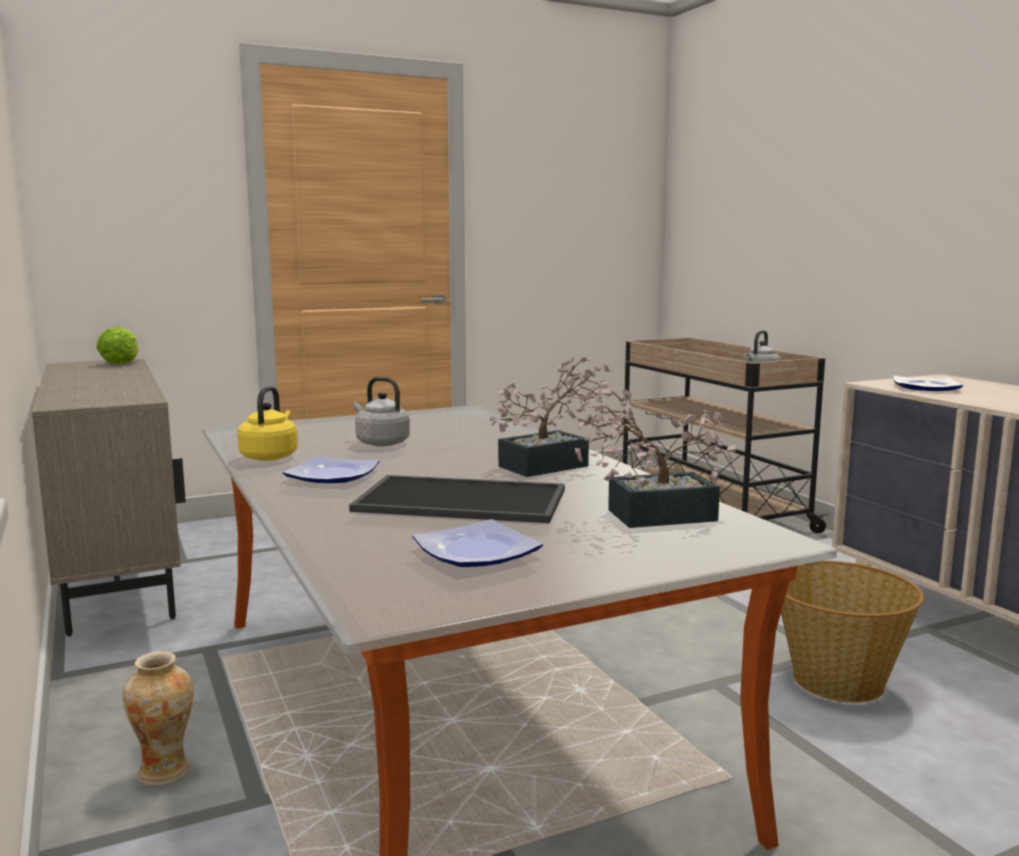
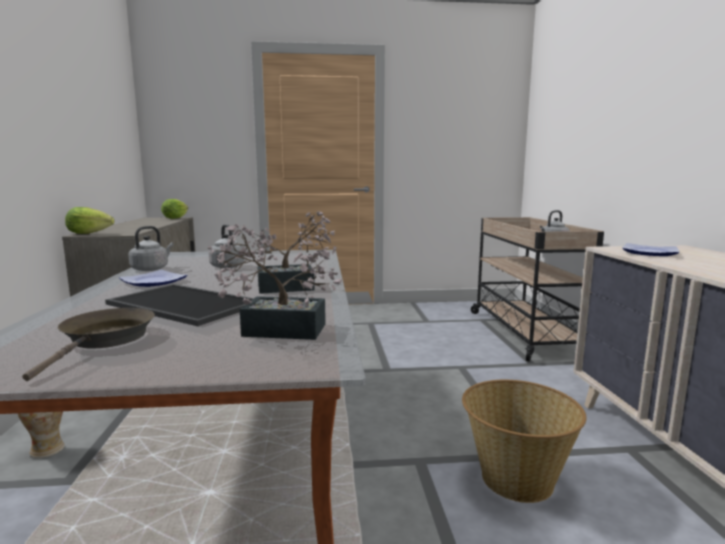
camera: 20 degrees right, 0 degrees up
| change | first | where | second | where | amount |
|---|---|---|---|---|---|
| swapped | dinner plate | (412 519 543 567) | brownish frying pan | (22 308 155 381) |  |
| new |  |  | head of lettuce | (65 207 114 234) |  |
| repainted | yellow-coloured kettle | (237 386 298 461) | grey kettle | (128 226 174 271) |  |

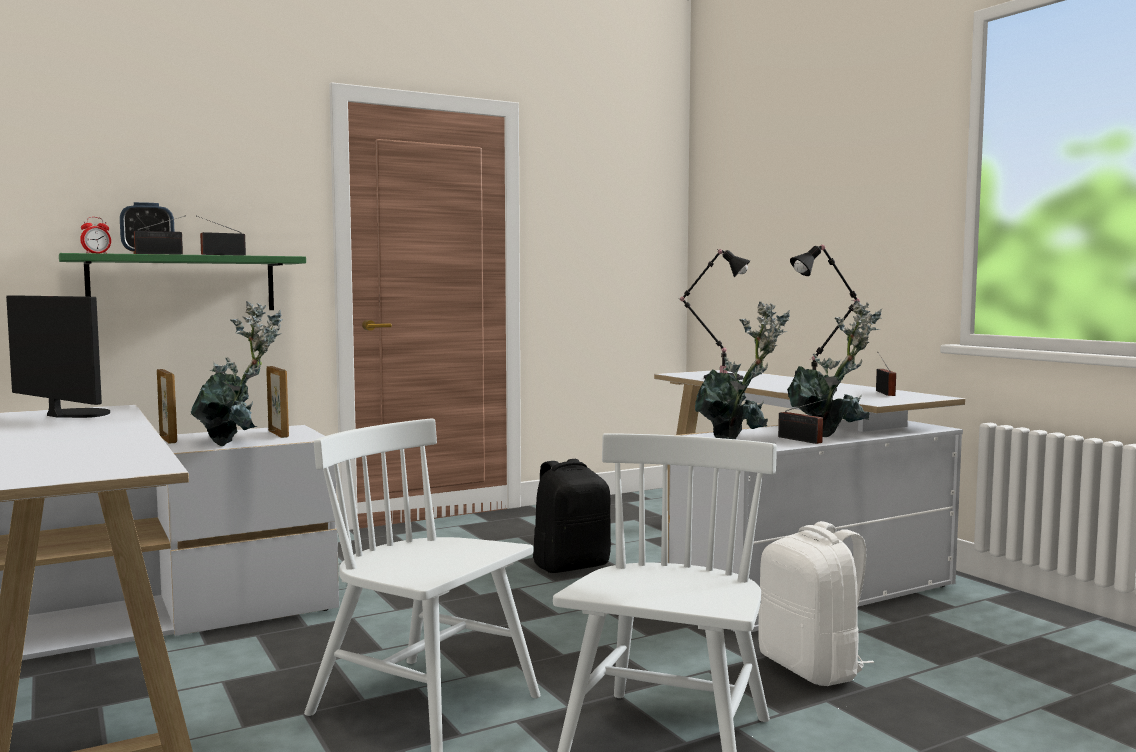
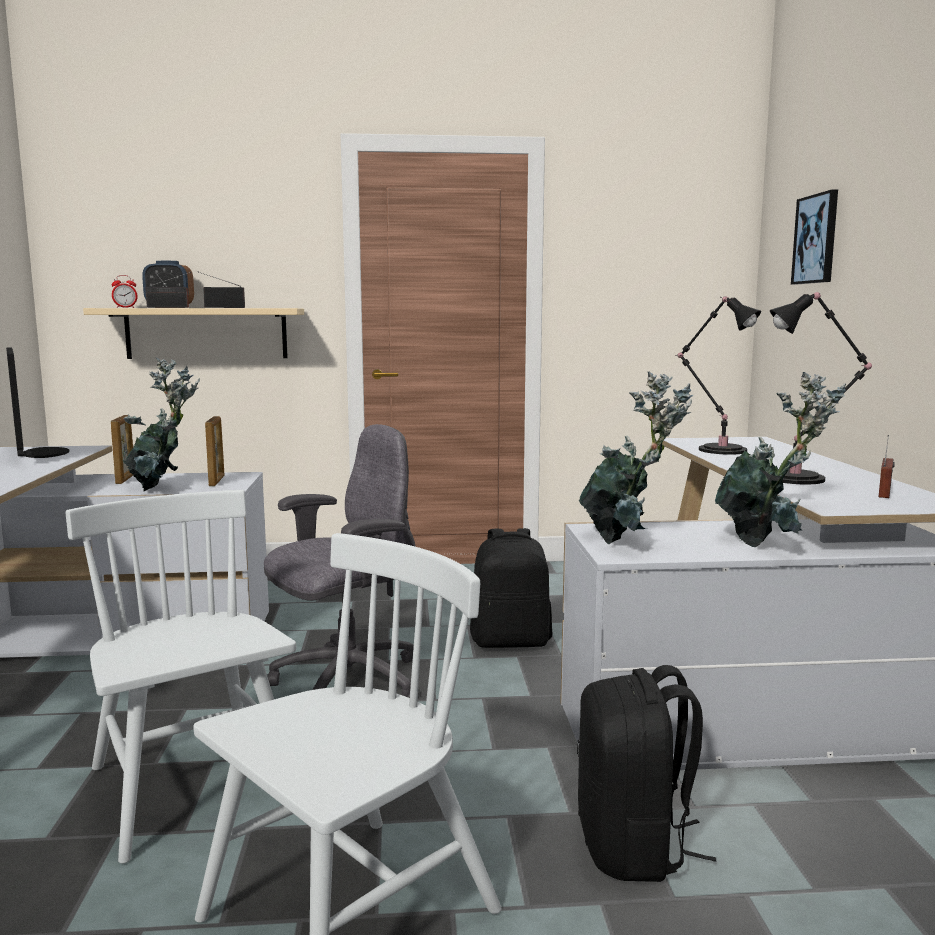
camera: 25 degrees right, 5 degrees up
| change | first | where | second | where | amount |
|---|---|---|---|---|---|
| repainted | greenish wall shelf | (59 253 306 310) | beige-coloured wall shelf | (83 308 304 359) |  |
| new |  |  | grey computer chair | (264 424 416 698) |  |
| repainted | white rucksack | (758 521 874 686) | blackish rucksack | (577 665 716 882) |  |
| new |  |  | wall picture | (791 190 838 284) |  |
| gone | radio | (778 399 827 444) |  |  |  |

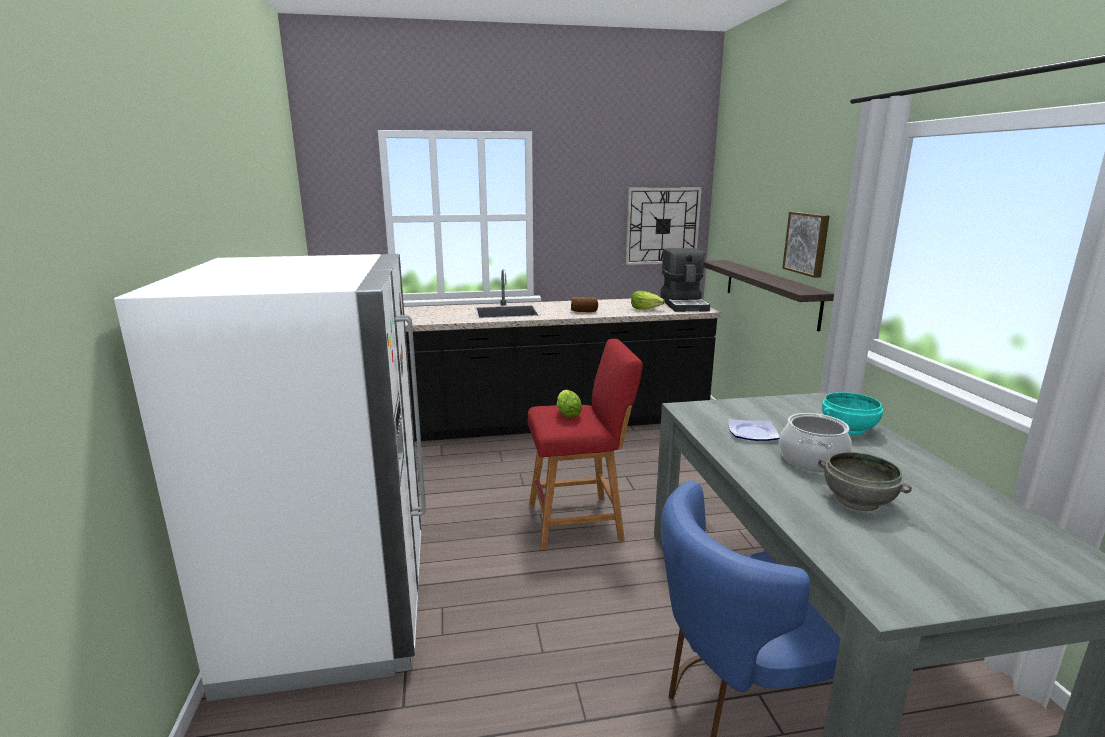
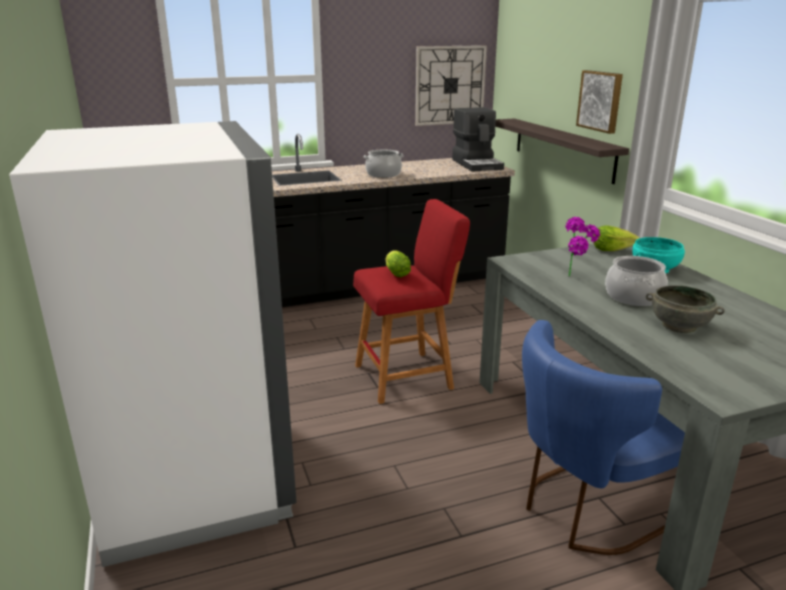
camera: 10 degrees left, 5 degrees up
| change | first | where | second | where | amount |
|---|---|---|---|---|---|
| swapped | bread | (571 297 598 312) | saucepot | (364 150 404 178) |  |
| swapped | dinner plate | (728 419 780 441) | potted plant | (565 217 600 277) |  |
| shifted | head of lettuce | (631 291 665 309) |  | (594 225 640 251) |  |

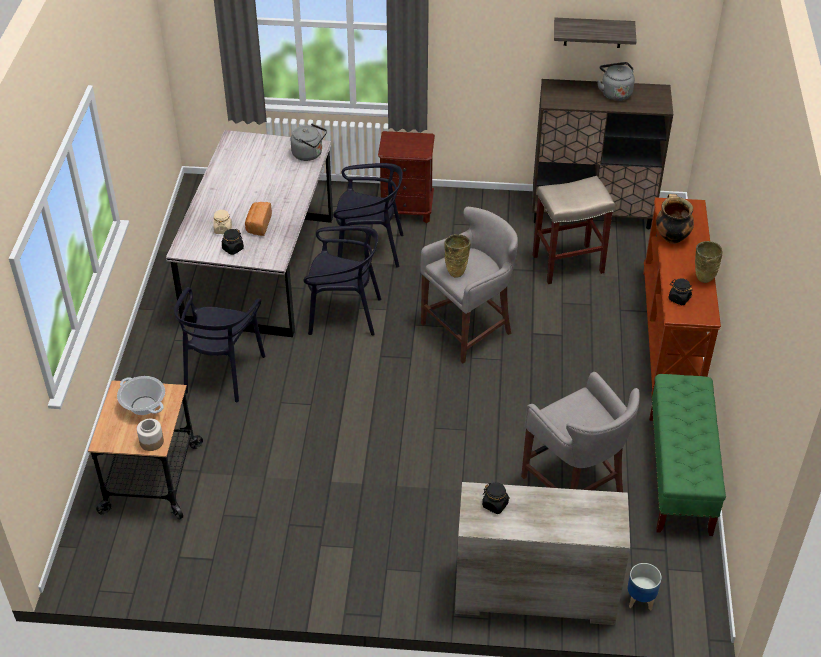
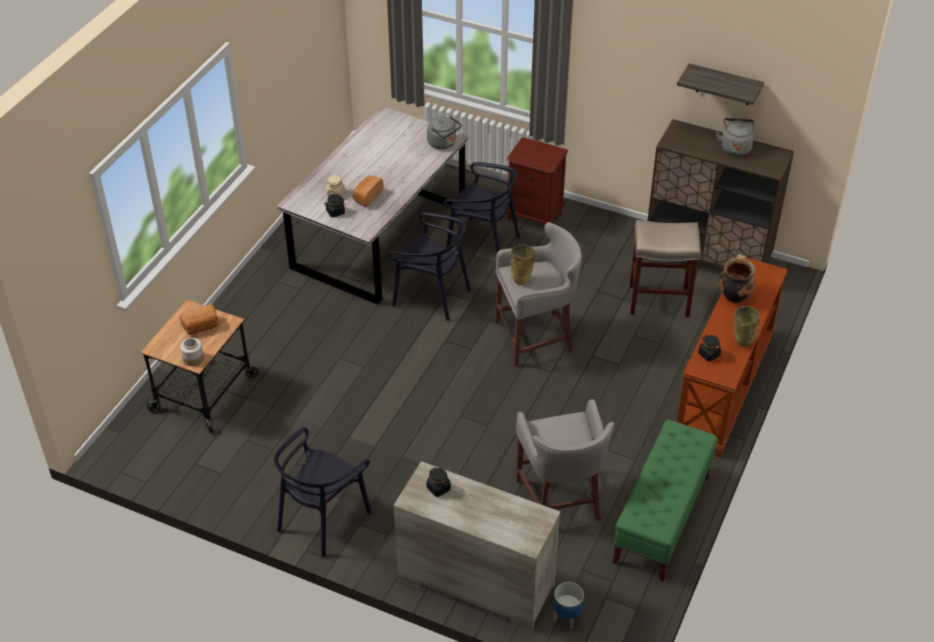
camera: 20 degrees right, 0 degrees up
| change | first | where | second | where | amount |
|---|---|---|---|---|---|
| swapped | saucepot | (117 376 165 415) | bread | (179 304 218 335) |  |
| shifted | blackish chair | (174 287 265 403) |  | (274 427 372 557) |  |

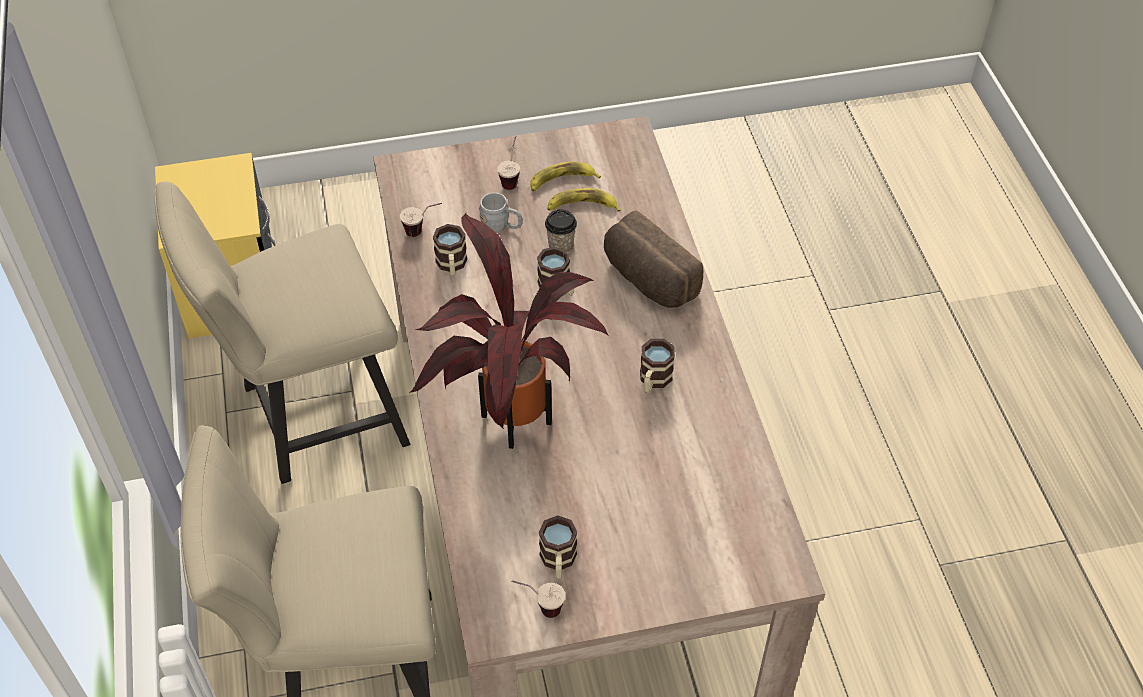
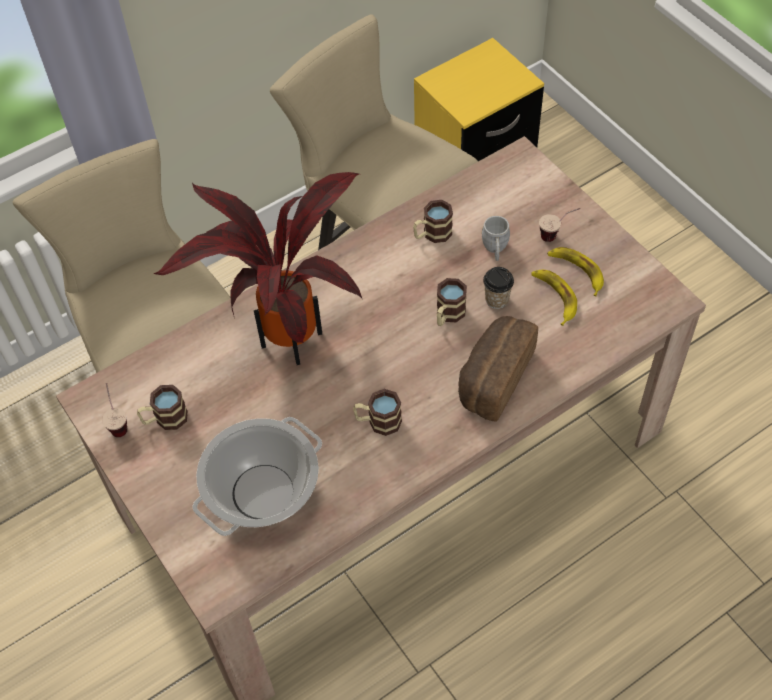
camera: 70 degrees right, 5 degrees up
| change | first | where | second | where | amount |
|---|---|---|---|---|---|
| new |  |  | saucepot | (192 417 322 536) |  |
| gone | small cup | (400 203 442 237) |  |  |  |

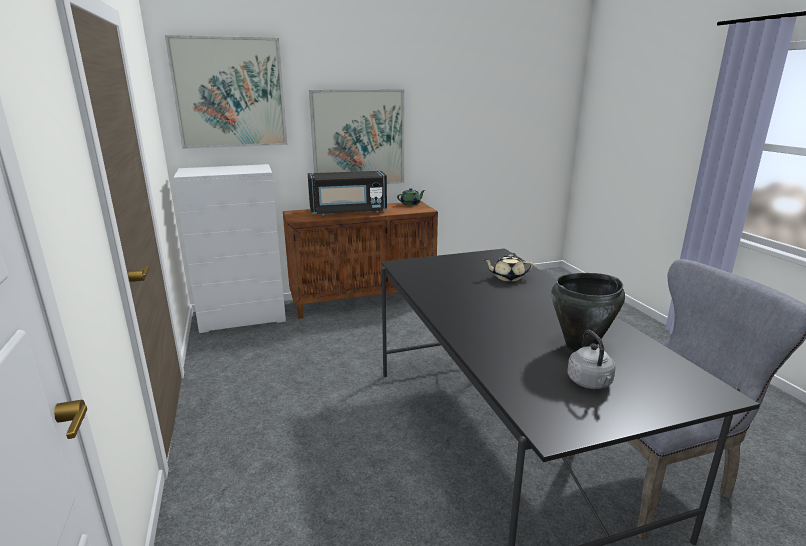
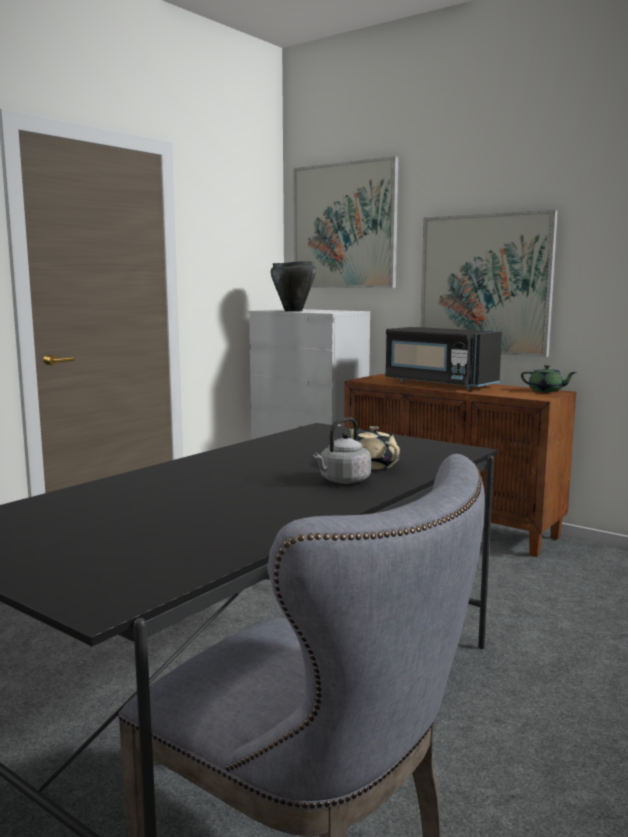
camera: 55 degrees right, 10 degrees down
| change | first | where | second | where | amount |
|---|---|---|---|---|---|
| shifted | blackish saucepot | (551 273 625 352) |  | (271 261 316 312) |  |
| shifted | grey kettle | (567 330 616 389) |  | (313 417 371 484) |  |

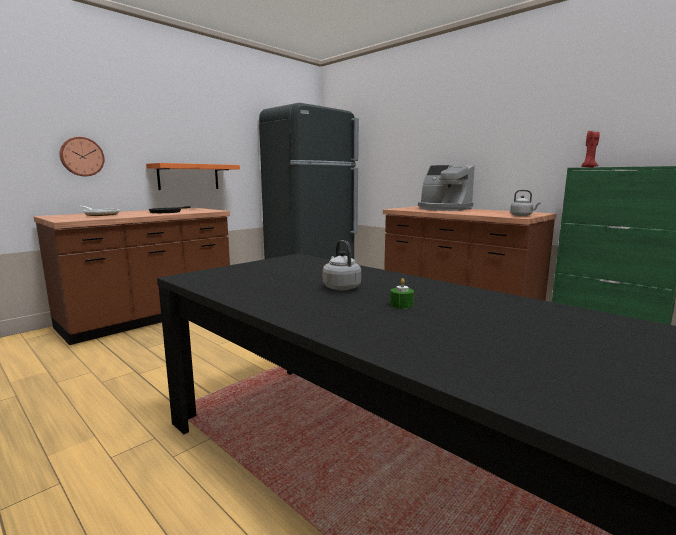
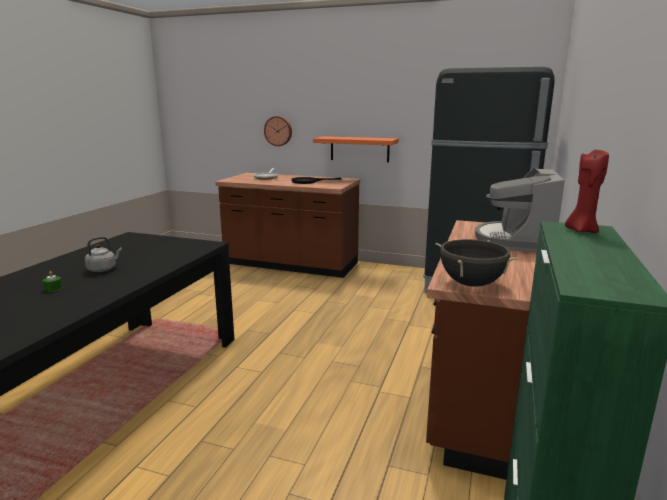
camera: 65 degrees right, 5 degrees up
| change | first | where | second | where | amount |
|---|---|---|---|---|---|
| swapped | grey kettle | (510 190 541 216) | blackish saucepot | (435 239 518 287) |  |

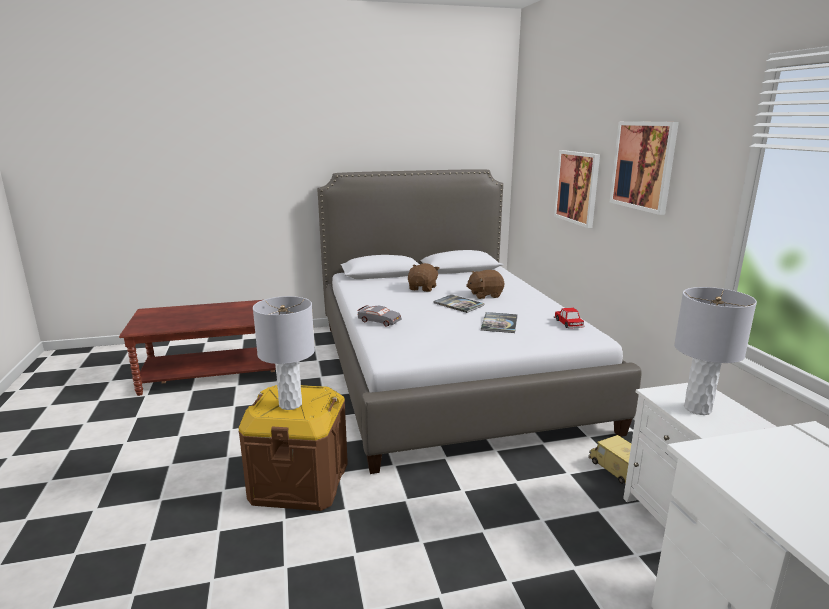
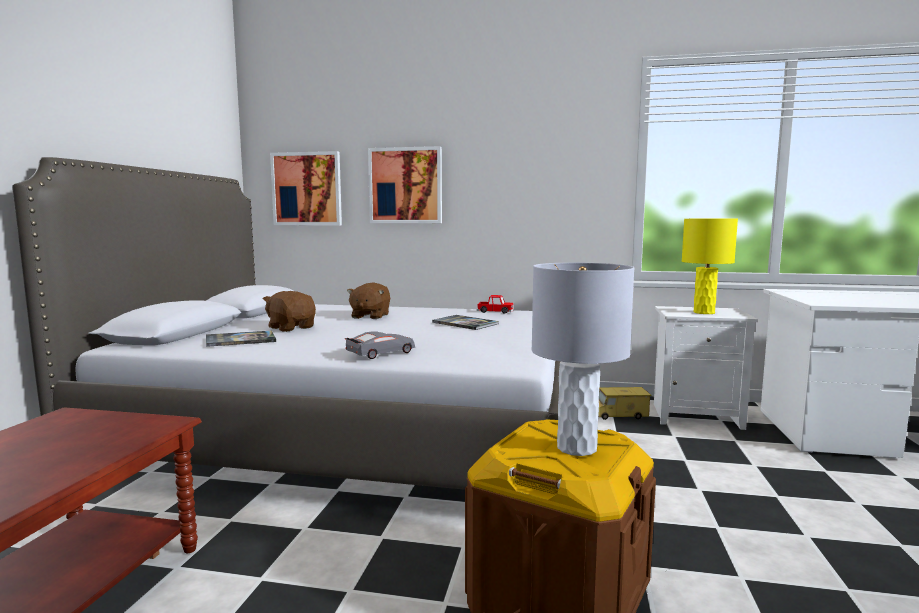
camera: 65 degrees left, 10 degrees down
| change | first | where | second | where | amount |
|---|---|---|---|---|---|
| shifted | bound book | (433 294 485 313) |  | (206 331 276 347) |  |
| shifted | wall picture | (610 121 679 215) |  | (270 151 342 225) |  |
| repainted | grey tabletop lamp | (674 287 757 415) | yellow-coloured tabletop lamp | (682 219 738 314) |  |

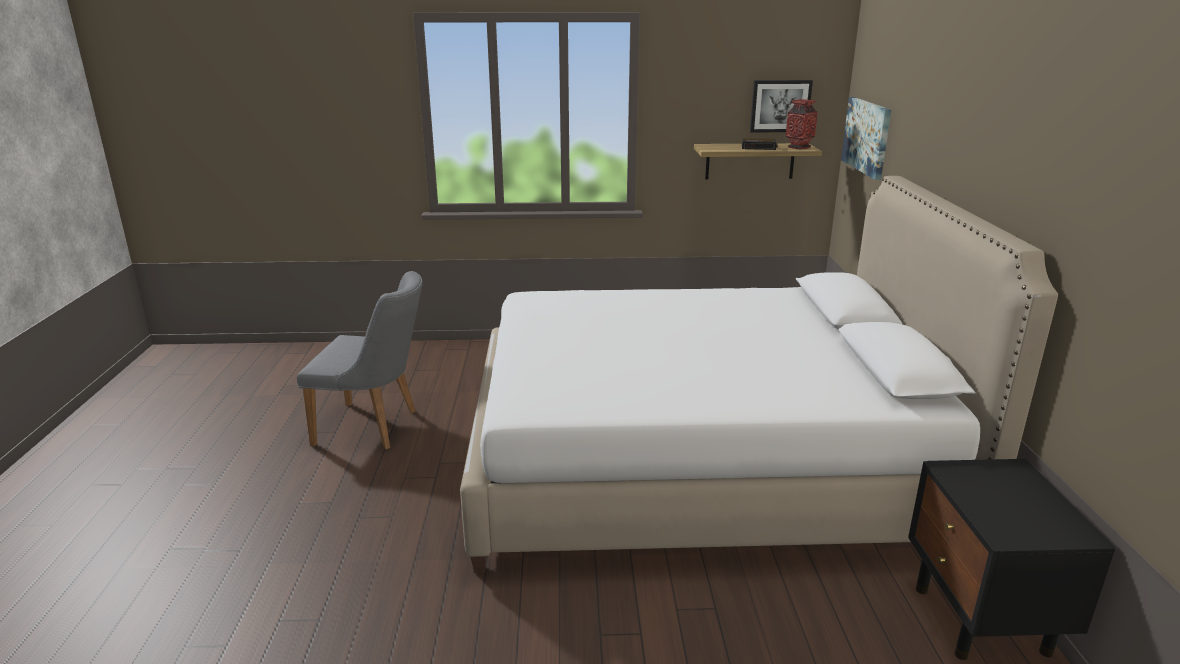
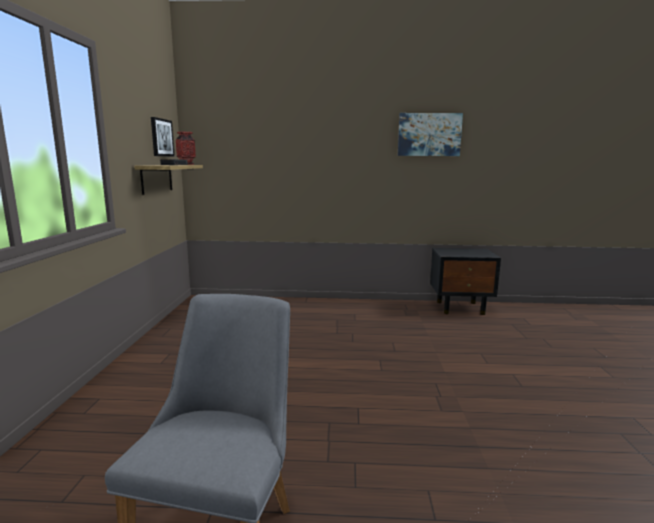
camera: 85 degrees left, 10 degrees down
| change | first | where | second | where | amount |
|---|---|---|---|---|---|
| shifted | wall picture | (841 97 891 180) |  | (398 113 463 156) |  |
| gone | white sleeping bed | (460 176 1058 573) |  |  |  |

